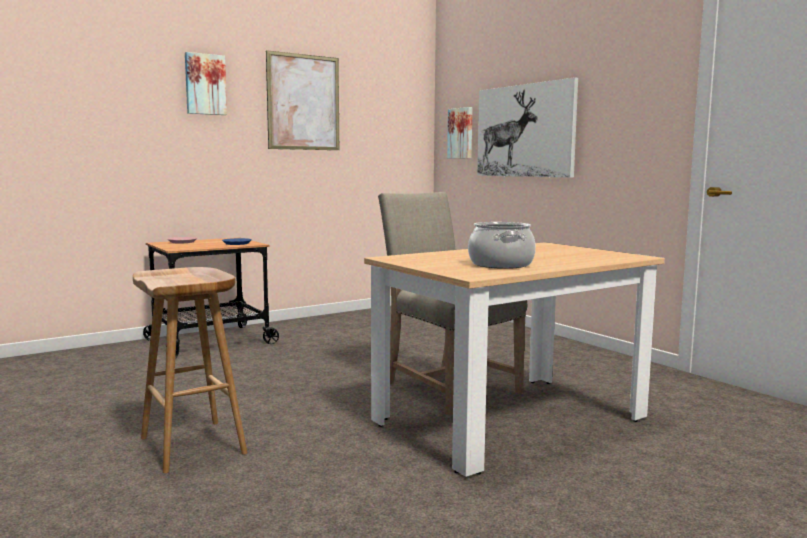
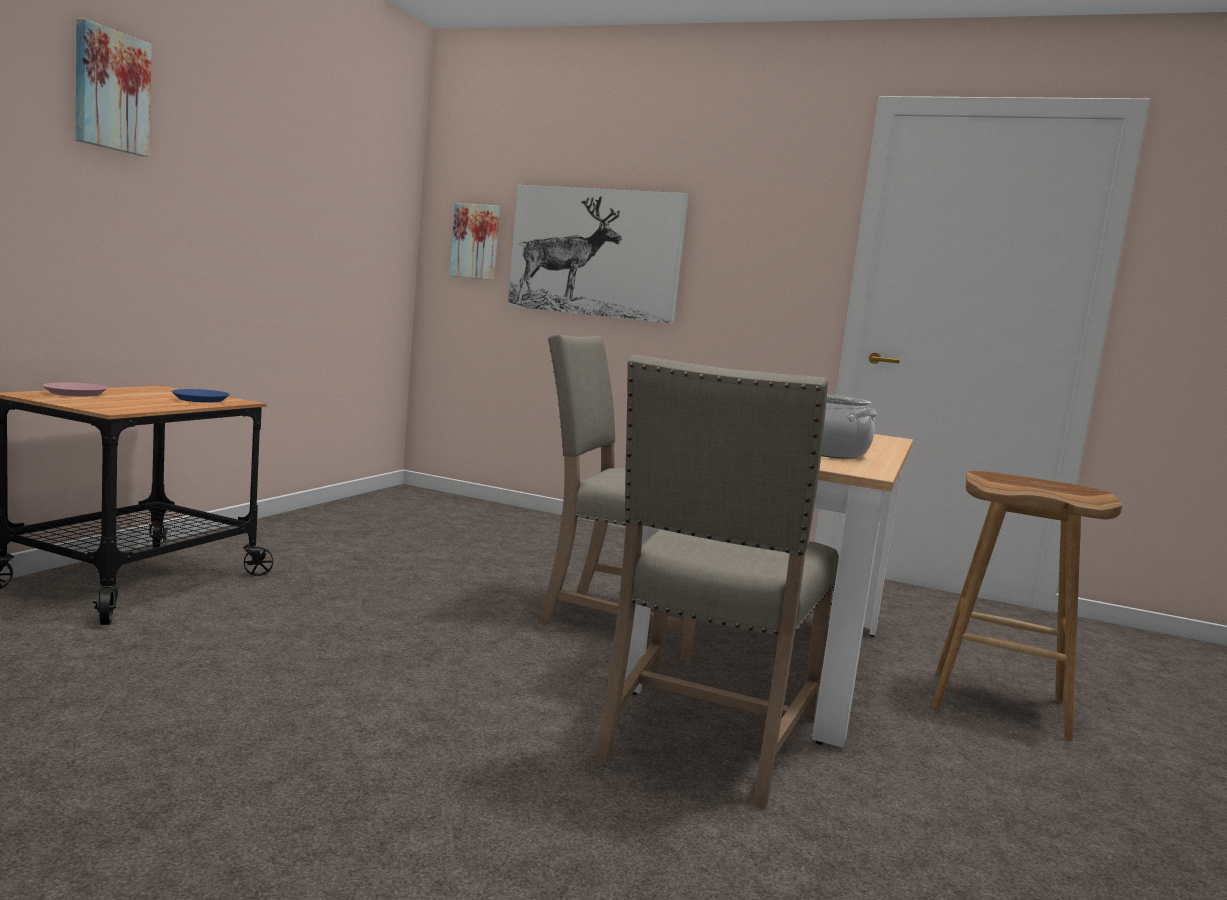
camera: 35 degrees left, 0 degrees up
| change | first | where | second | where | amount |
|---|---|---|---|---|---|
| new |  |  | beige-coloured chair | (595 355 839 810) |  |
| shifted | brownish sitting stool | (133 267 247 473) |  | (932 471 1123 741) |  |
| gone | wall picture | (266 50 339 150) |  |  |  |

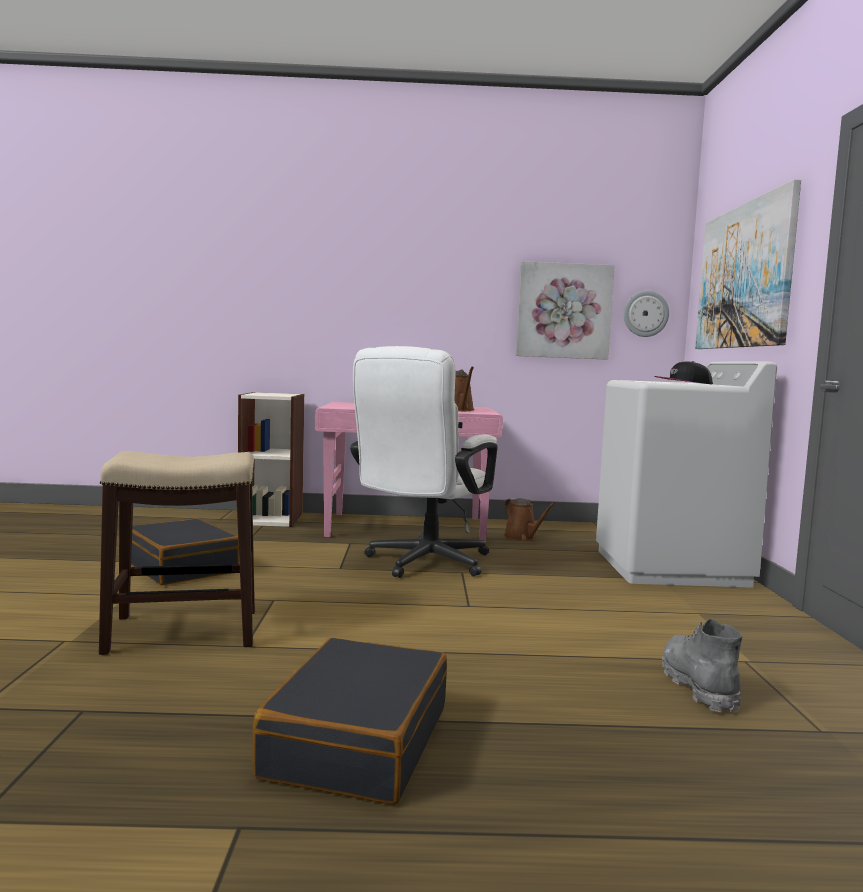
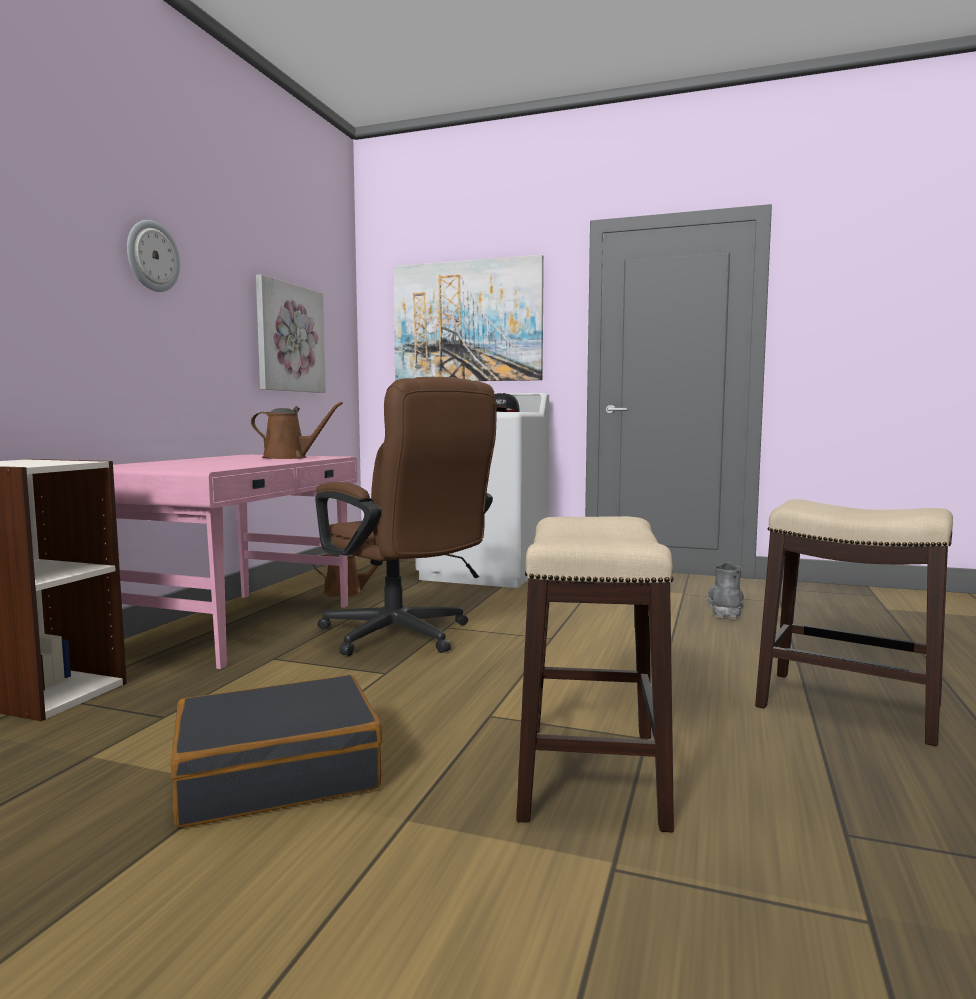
camera: 70 degrees left, 0 degrees up
| change | first | where | second | where | amount |
|---|---|---|---|---|---|
| shifted | wall clock | (624 290 669 337) |  | (127 220 180 292) |  |
| repainted | white computer chair | (350 346 498 578) | brownish computer chair | (315 377 497 656) |  |
| rotated | grey high-top boot | (662 619 743 713) |  | (707 562 744 619) | 90 degrees clockwise |
| swapped | blackish piece of luggage | (253 638 447 805) | sitting stool | (755 499 953 746) |  |

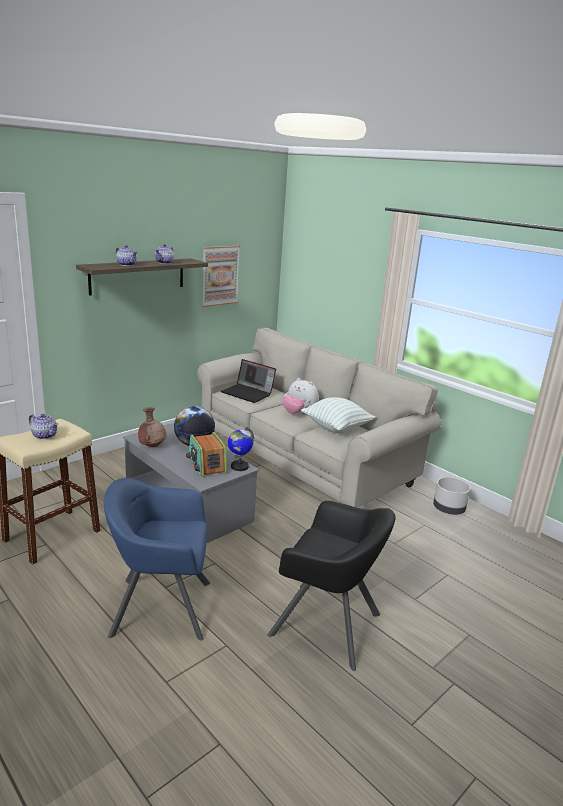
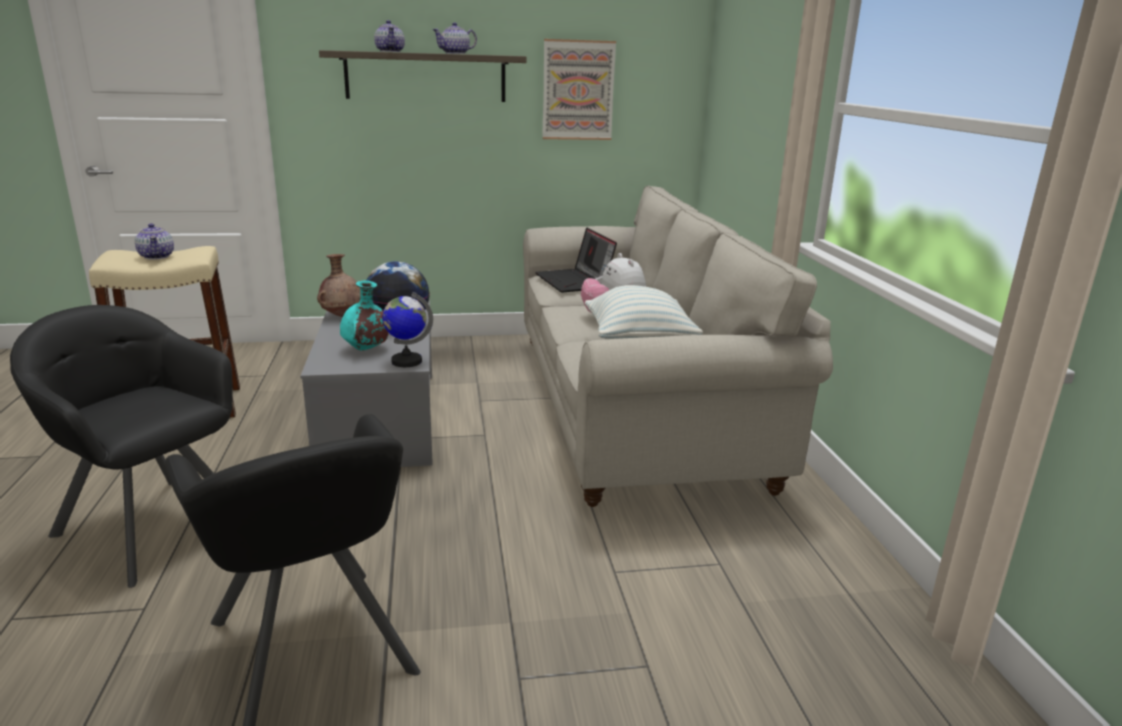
camera: 35 degrees right, 0 degrees up
| change | first | where | second | where | amount |
|---|---|---|---|---|---|
| repainted | blue-coloured easy chair | (104 478 210 641) | blackish easy chair | (10 305 232 588) |  |
| swapped | radio | (186 432 227 477) | turquoise vase | (340 280 389 351) |  |
| gone | grey flower pot | (433 477 470 515) |  |  |  |

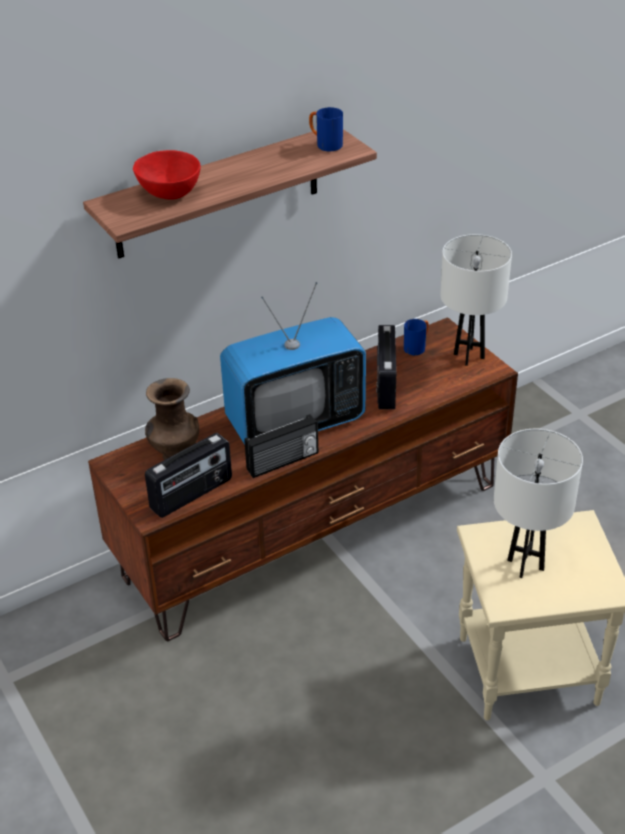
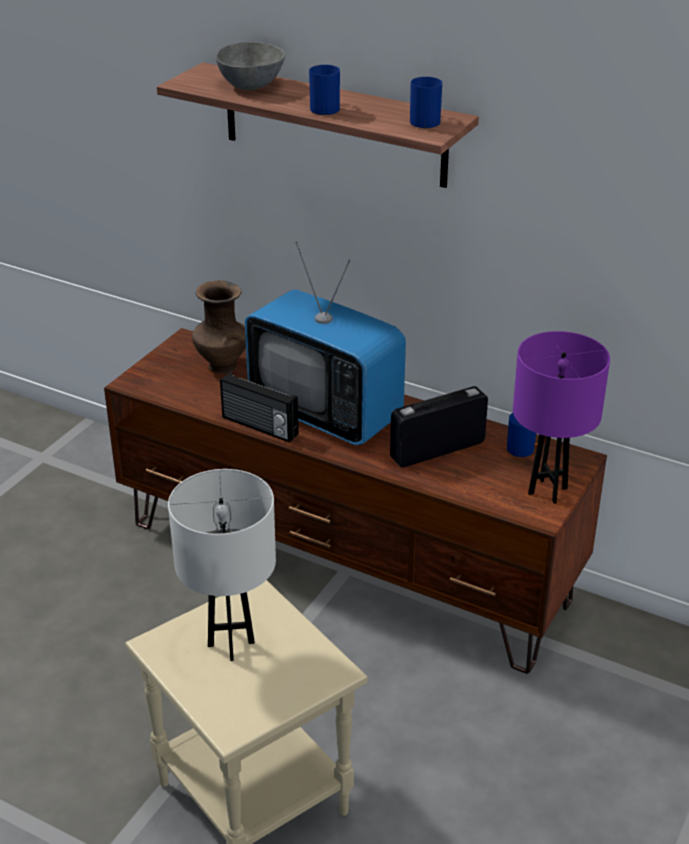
camera: 60 degrees right, 5 degrees down
| change | first | where | second | where | amount |
|---|---|---|---|---|---|
| repainted | red bowl | (133 150 201 200) | grey bowl | (216 42 285 90) |  |
| new |  |  | blue-coloured tea mug | (309 65 340 115) |  |
| repainted | white tabletop lamp | (440 234 512 366) | purple tabletop lamp | (513 331 610 504) |  |
| gone | radio | (145 433 232 518) |  |  |  |

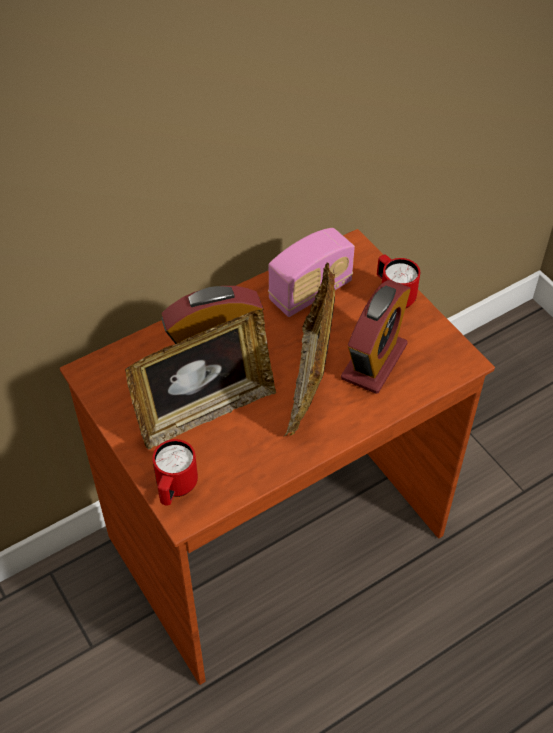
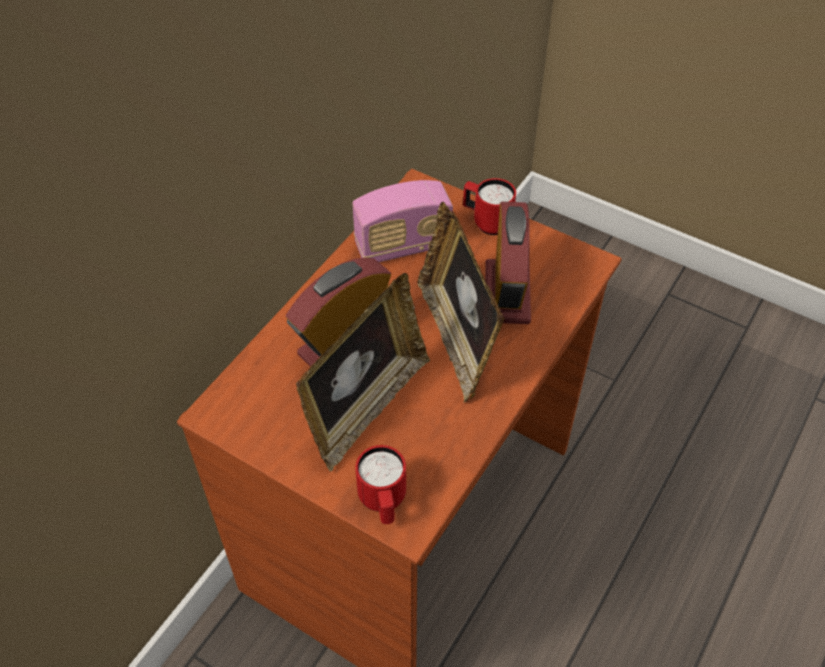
camera: 25 degrees left, 0 degrees up
| change | first | where | second | where | amount |
|---|---|---|---|---|---|
| rotated | radio | (268 228 355 317) |  | (352 180 453 262) | 45 degrees clockwise |

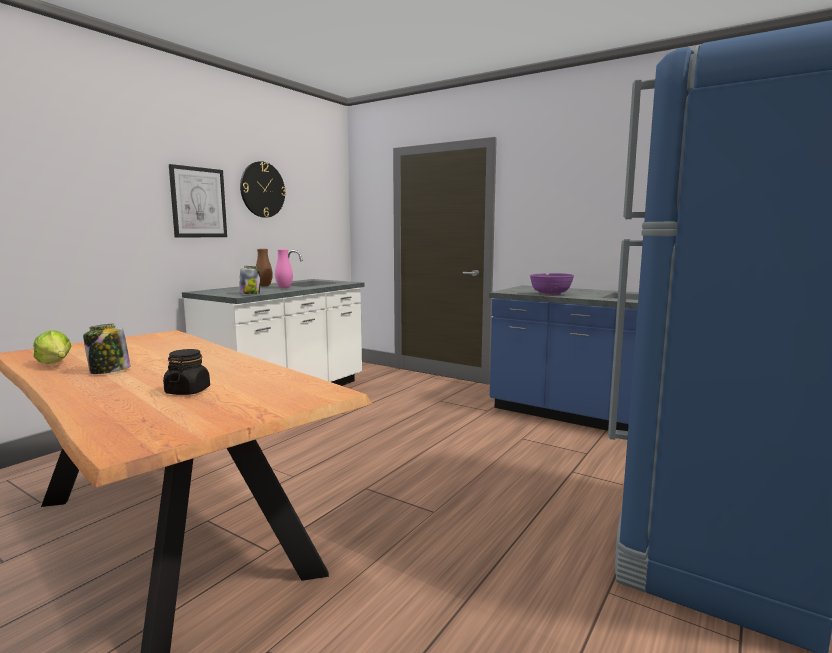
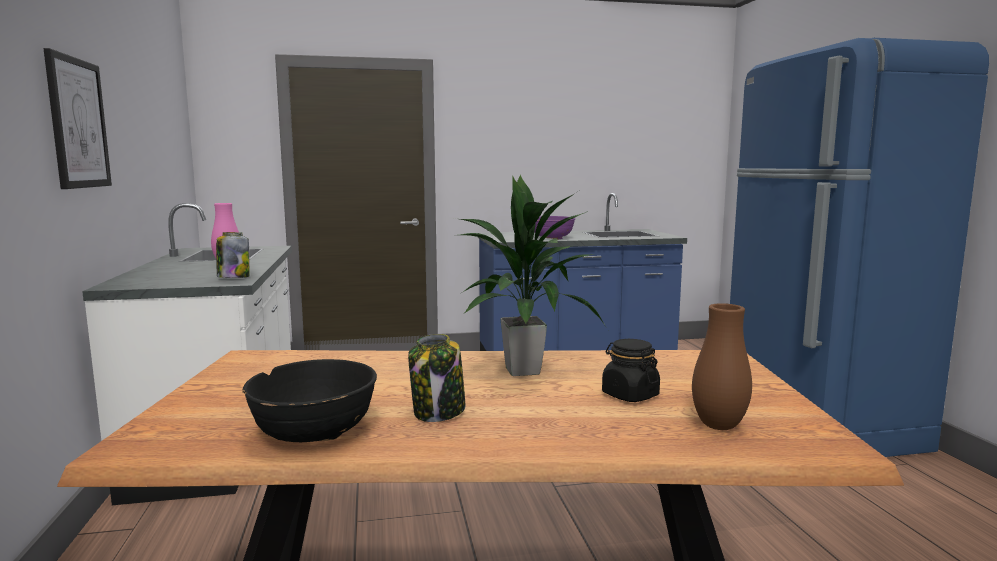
camera: 45 degrees left, 0 degrees up
| change | first | where | second | where | amount |
|---|---|---|---|---|---|
| swapped | head of lettuce | (33 330 71 364) | blackish bowl | (242 359 377 443) |  |
| new |  |  | potted plant | (454 175 607 376) |  |
| shifted | brownish vase | (256 249 273 286) |  | (692 303 752 430) |  |
| gone | wall clock | (240 161 286 218) |  |  |  |

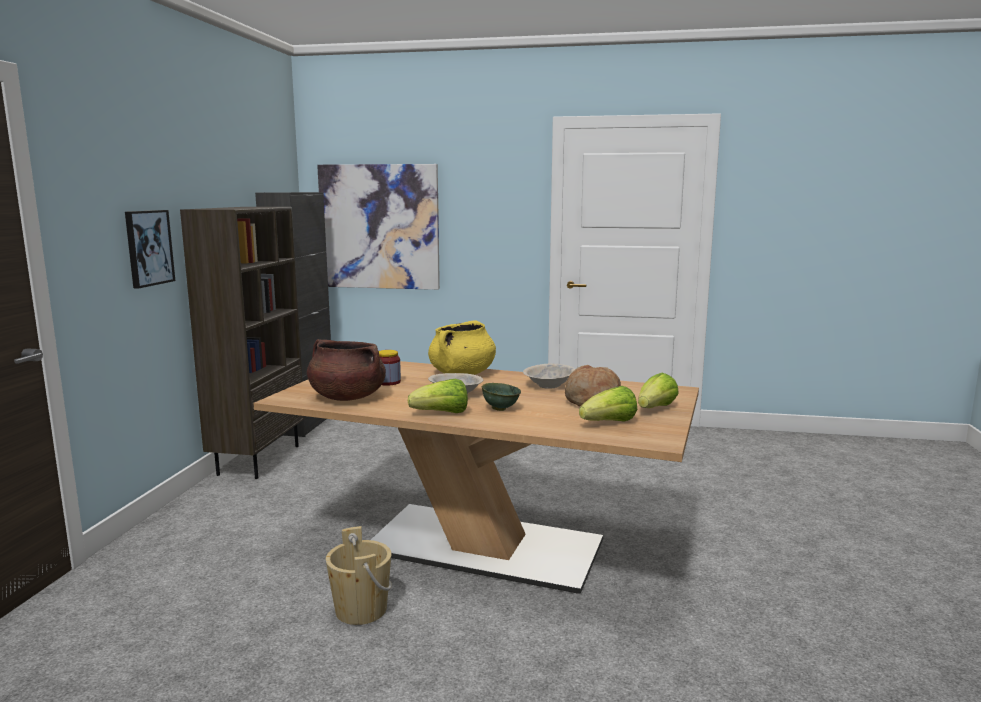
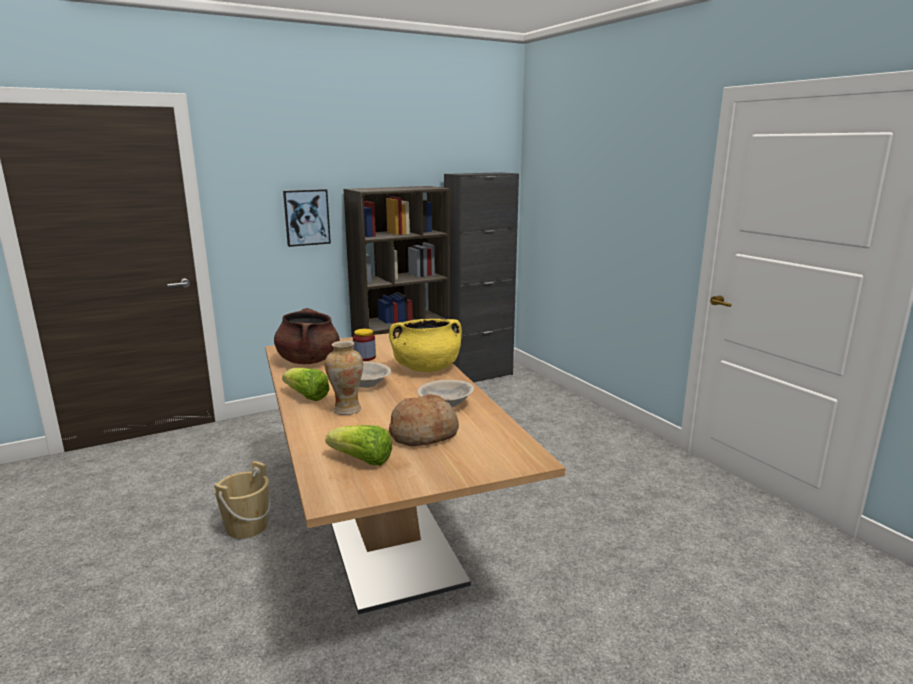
camera: 50 degrees right, 5 degrees up
| change | first | where | second | where | amount |
|---|---|---|---|---|---|
| swapped | greenish bowl | (482 383 521 411) | vase | (325 340 363 415) |  |
| gone | wall picture | (317 164 440 290) |  |  |  |
| gone | head of lettuce | (638 373 679 408) |  |  |  |

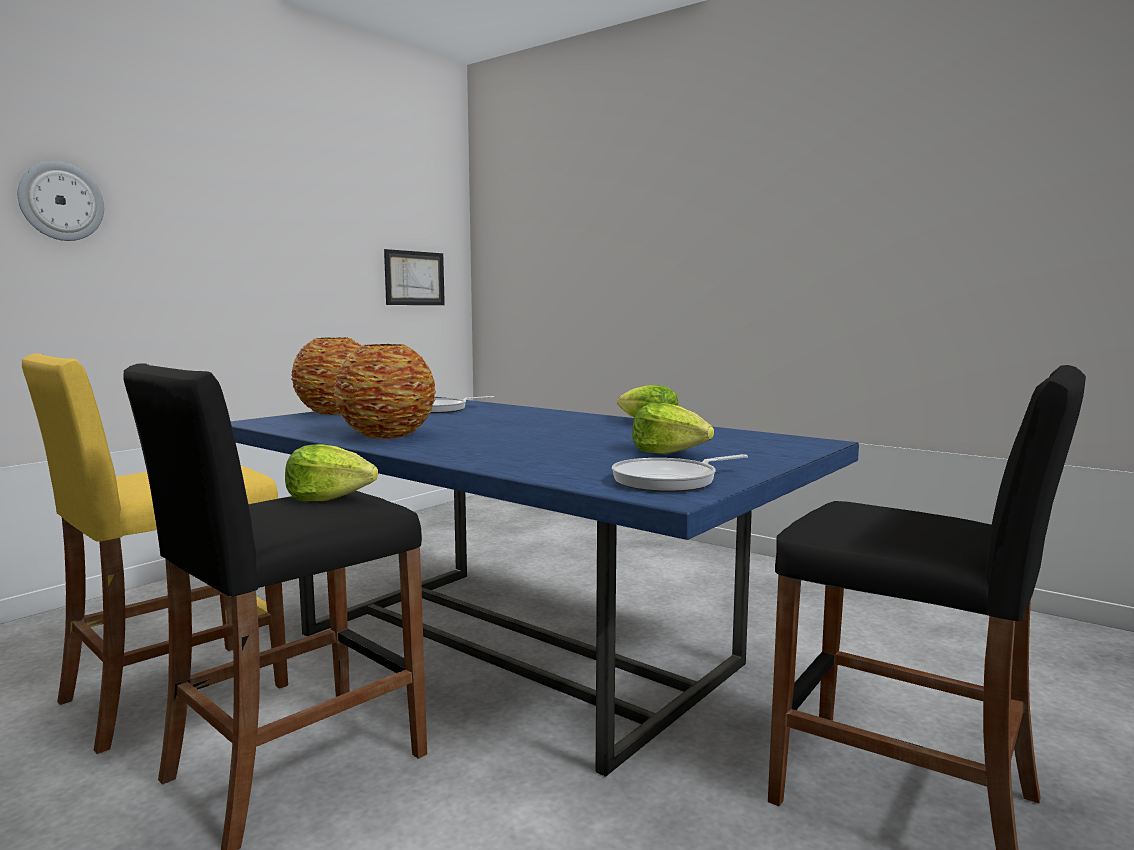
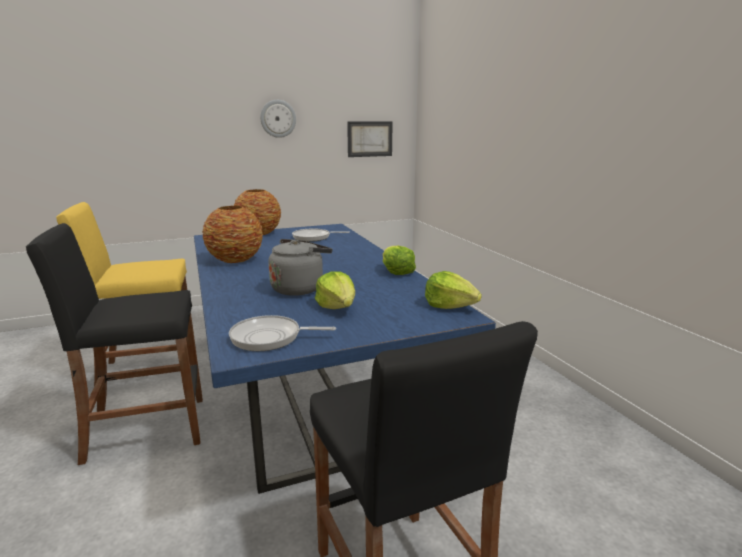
camera: 30 degrees right, 10 degrees up
| change | first | where | second | where | amount |
|---|---|---|---|---|---|
| shifted | wall clock | (18 161 104 241) |  | (260 100 296 138) |  |
| new |  |  | grey kettle | (269 239 332 296) |  |
| shifted | head of lettuce | (285 444 378 501) |  | (425 271 482 309) |  |

